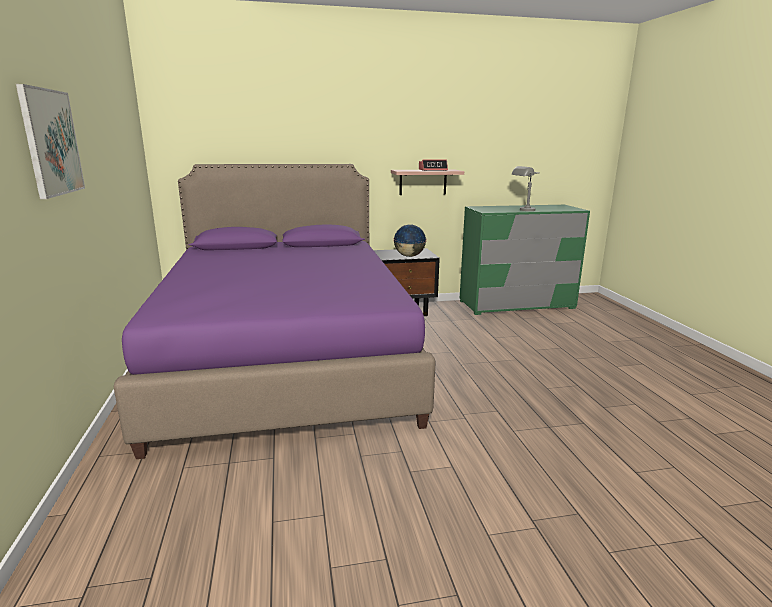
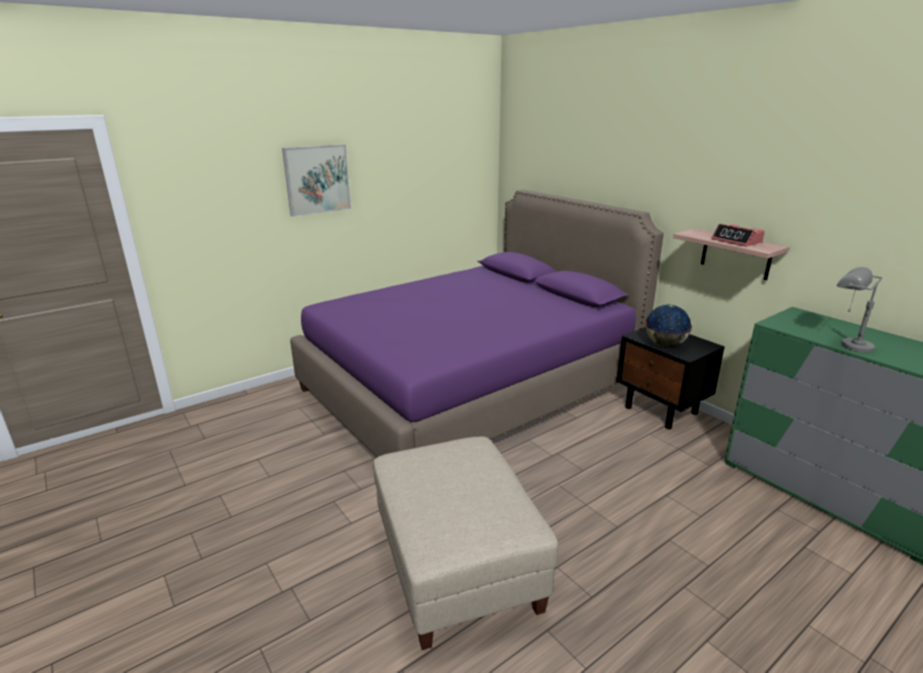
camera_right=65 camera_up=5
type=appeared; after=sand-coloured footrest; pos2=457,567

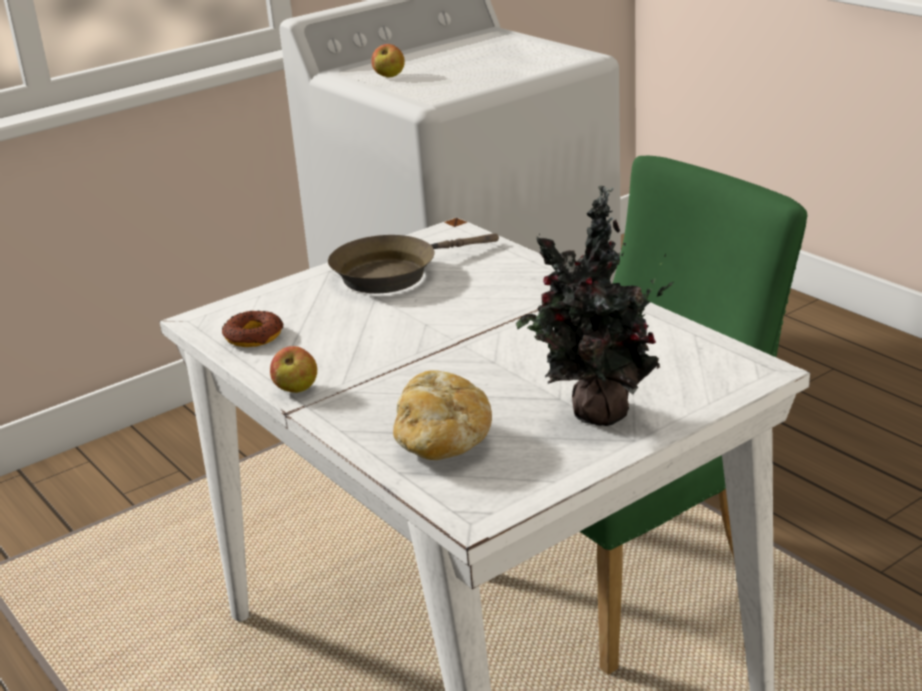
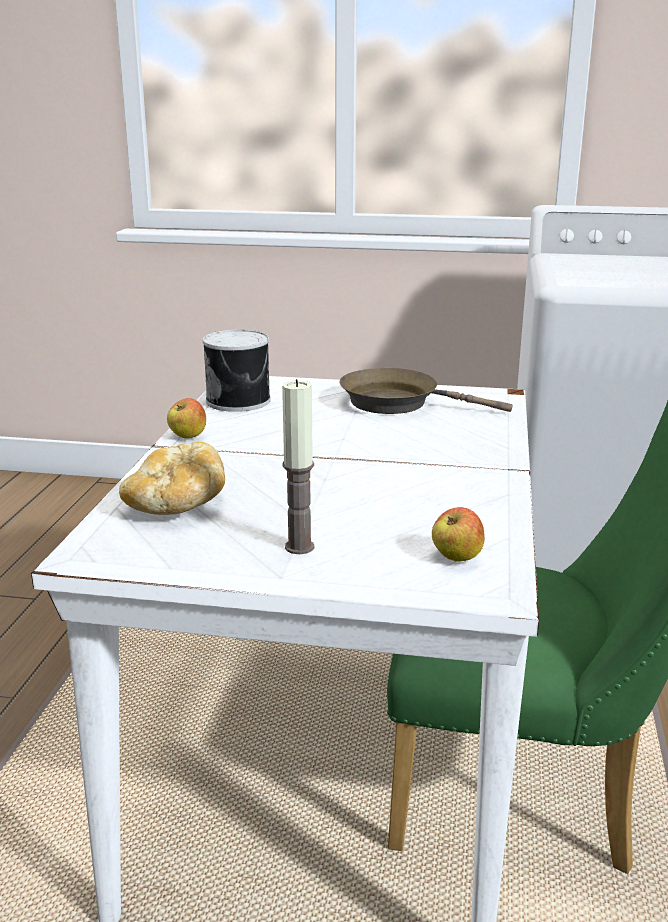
camera_right=45 camera_up=-5
type=relocated; before=apple fruit; pos1=389,76; pos2=457,557
type=exchanged; before=donut; after=metal can; pos1=254,336; pos2=240,400
type=exchanged; before=plant in a pot; after=wax candle; pos1=597,415; pos2=299,547

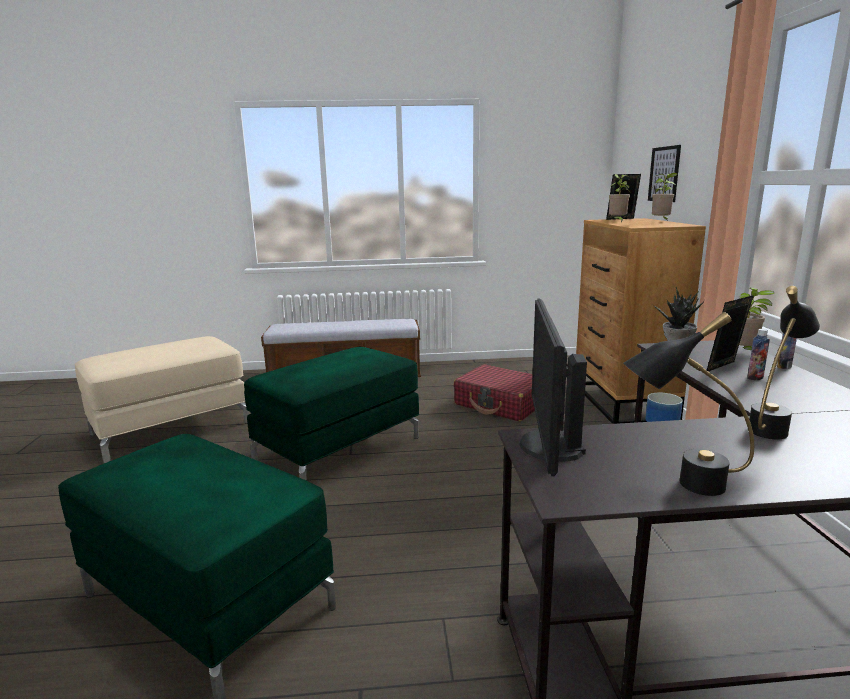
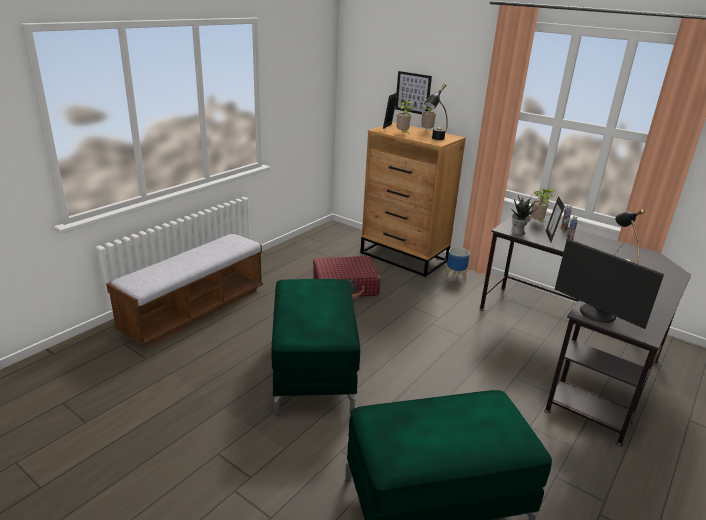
camera_right=-50 camera_up=10
type=missing; before=sand-coloured footrest; pos1=172,428
type=relocated; before=blackish table lamp; pos1=681,485; pos2=434,139

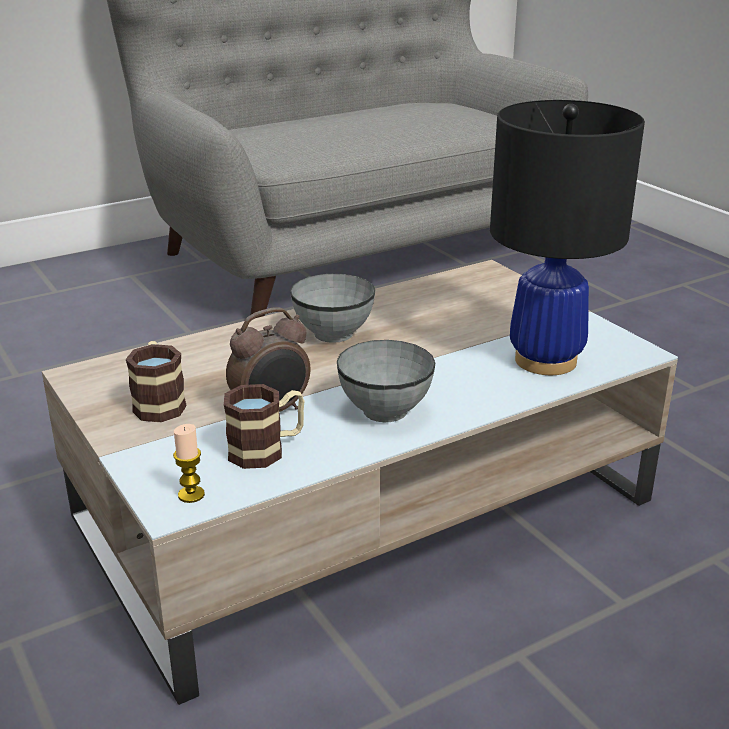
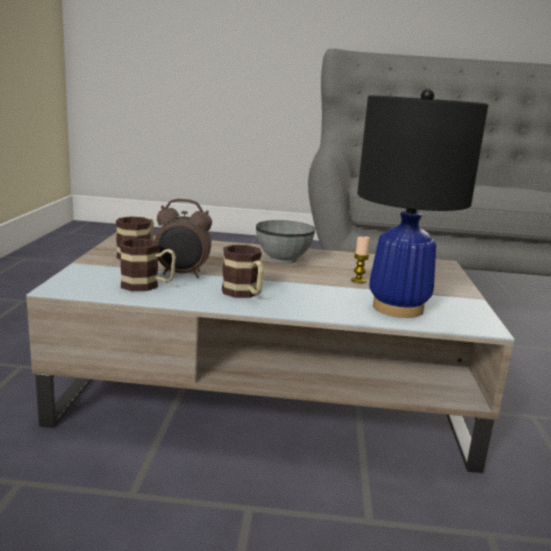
camera_right=35 camera_up=-10
type=relocated; before=wax candle; pos1=191,495; pos2=358,280
type=exchanged; before=gray serving bowl; after=tea mug; pos1=386,410; pos2=244,294

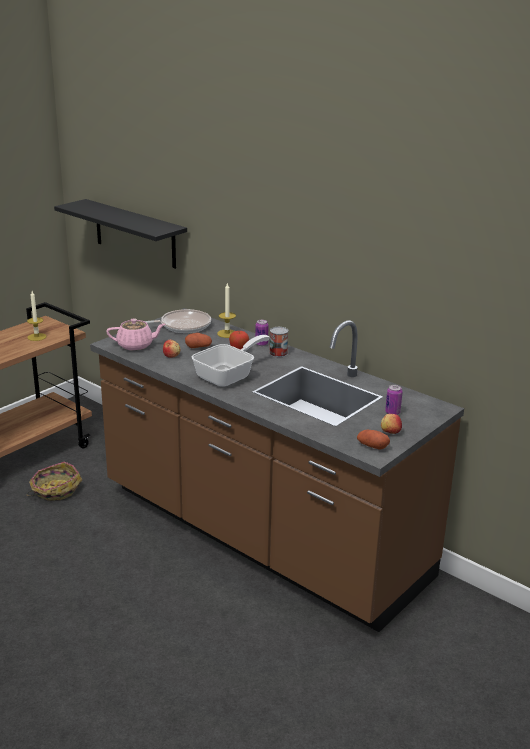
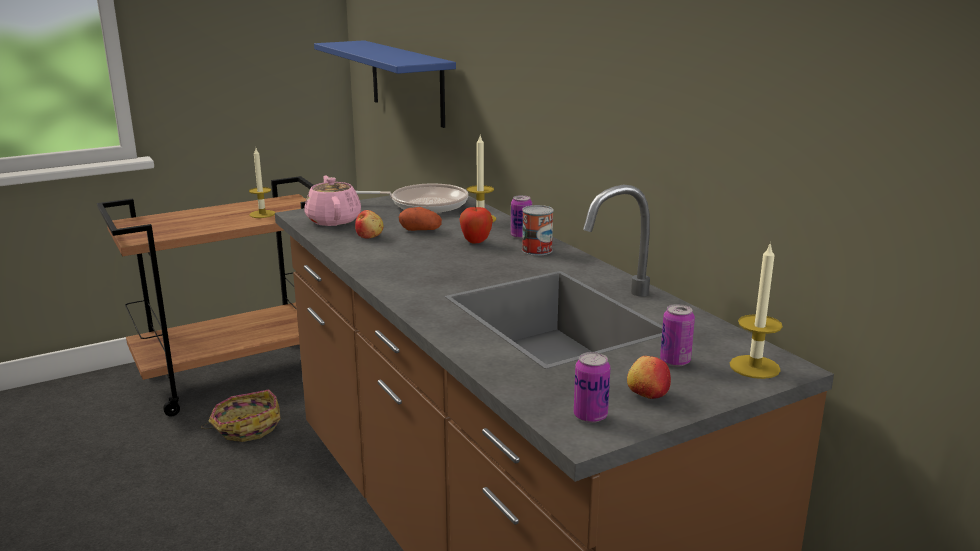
camera_right=20 camera_up=-5
type=missing; before=skillet; pos1=229,376
type=appeared; after=wax candle; pos2=754,367
type=exchanged; before=spud; after=metal can; pos1=372,446; pos2=590,416
type=colour; before=blackish shelf; after=blue-coloured shelf; pos1=135,234; pos2=407,82
type=spun; before=pinkish pot for tea; pos1=136,345; pos2=333,220; turn=-120

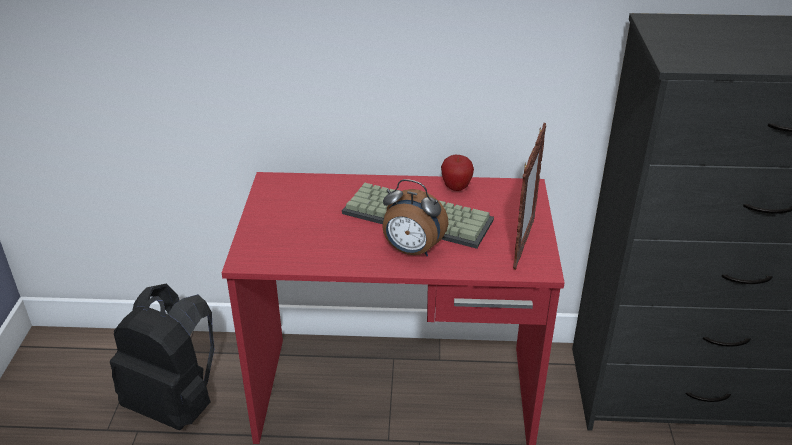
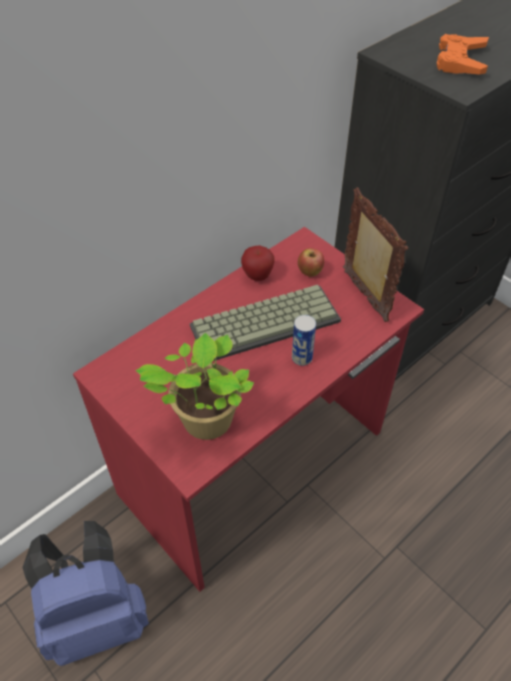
camera_right=-45 camera_up=15
type=appeared; after=plant in a pot; pos2=204,422
type=appeared; after=apple fruit; pos2=310,273
type=appeared; after=orangey game controller; pos2=460,61
type=exchanged; before=bedside clock; after=metal can; pos1=412,251; pos2=302,358
type=colour; before=blackish knapsack; after=blue-coloured knapsack; pos1=175,403; pos2=97,618

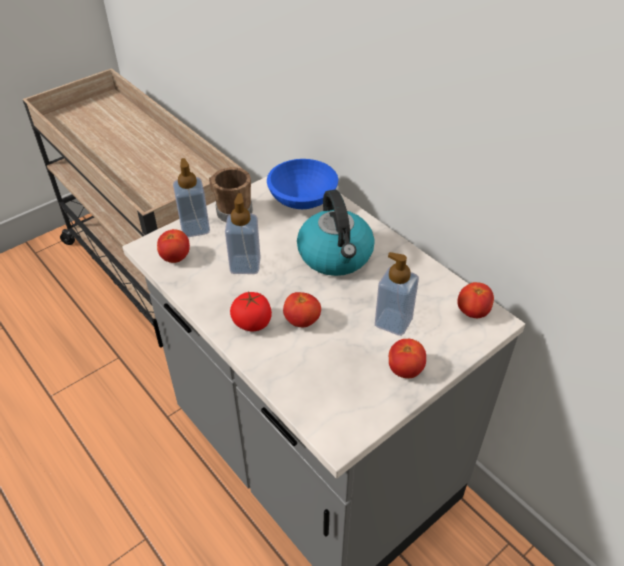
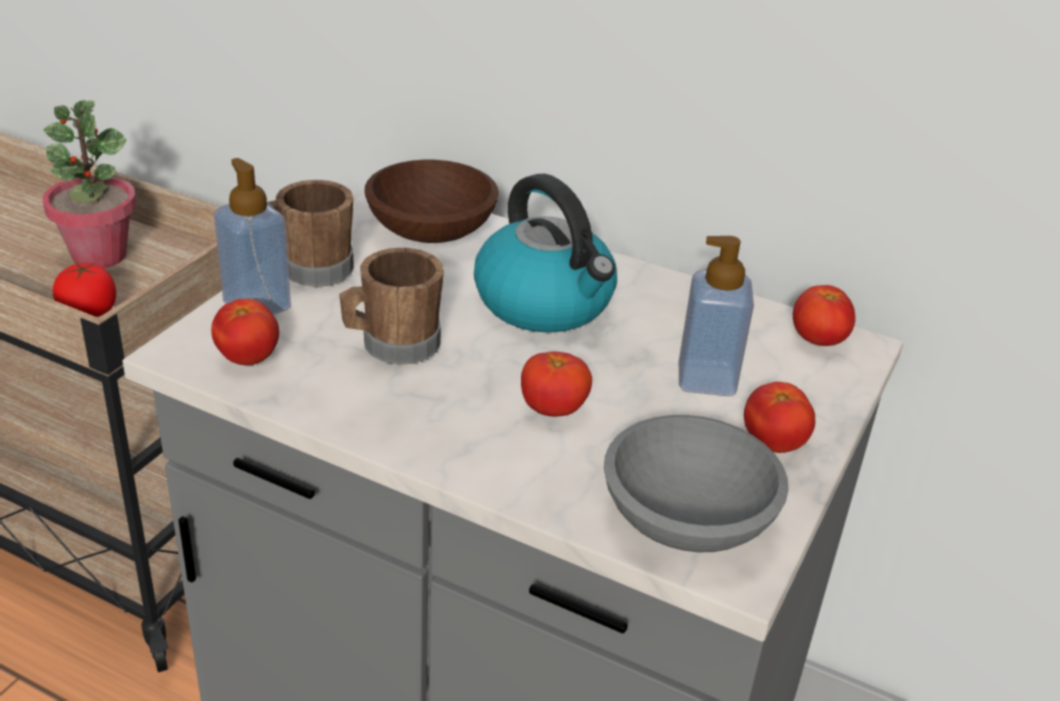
camera_right=-25 camera_up=-10
type=appeared; after=plant in a pot; pos2=99,255
type=appeared; after=gray serving bowl; pos2=686,517
type=relocated; before=fresh tomato; pos1=252,323; pos2=89,311
type=exchanged; before=soap bottle; after=brownish tea mug; pos1=245,265; pos2=392,345
type=colour; before=blue-coloured serving bowl; after=brownish serving bowl; pos1=302,200; pos2=431,232

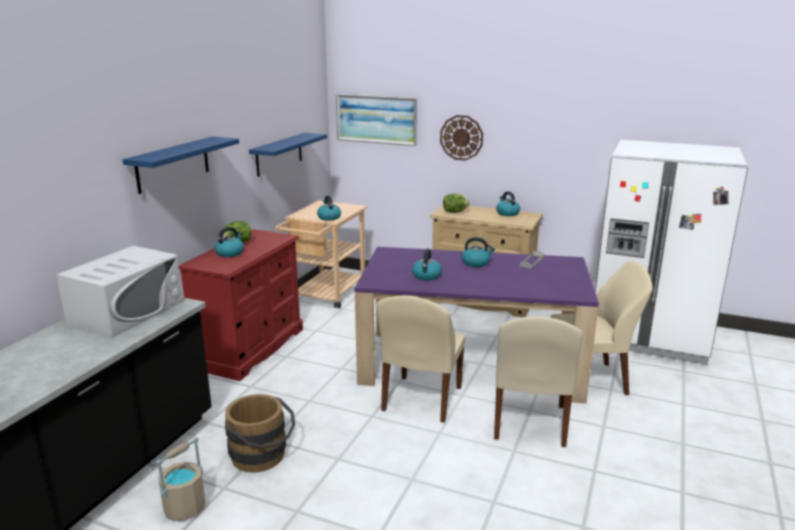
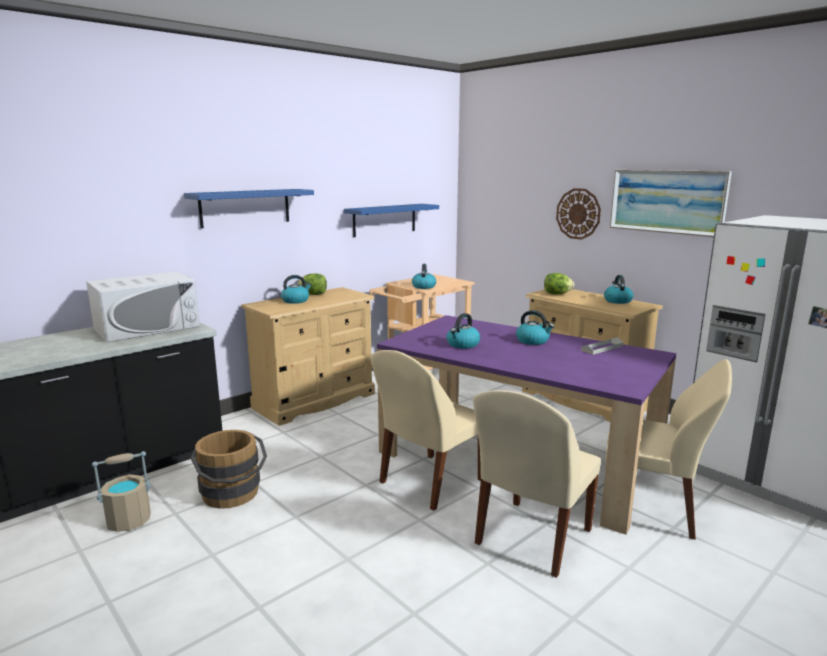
camera_right=25 camera_up=-5
type=relocated; before=wall picture; pos1=376,119; pos2=667,201
type=colour; before=red dresser; after=sand-coloured dresser; pos1=251,348; pos2=315,401

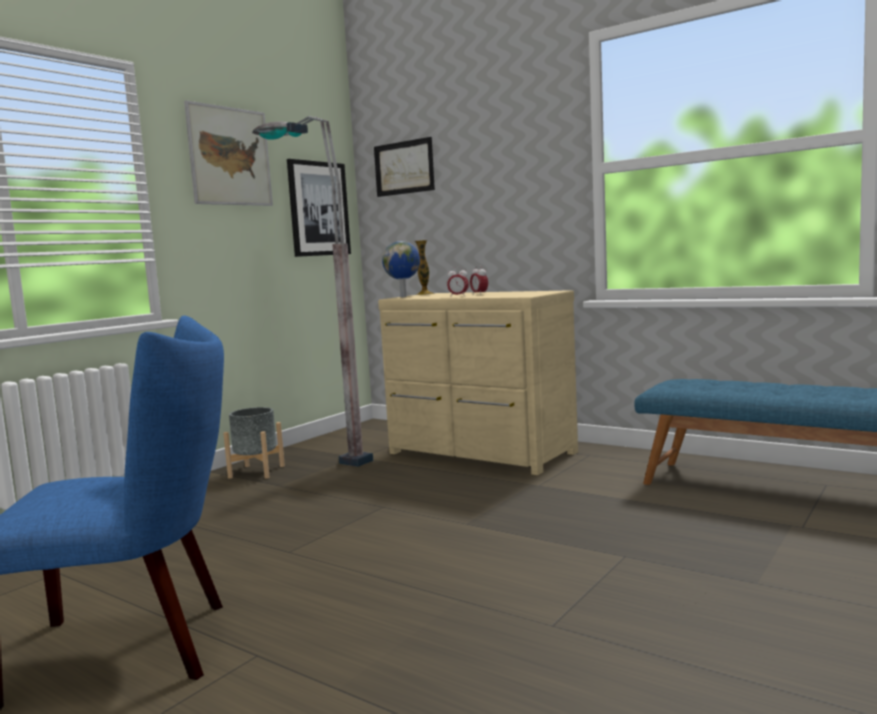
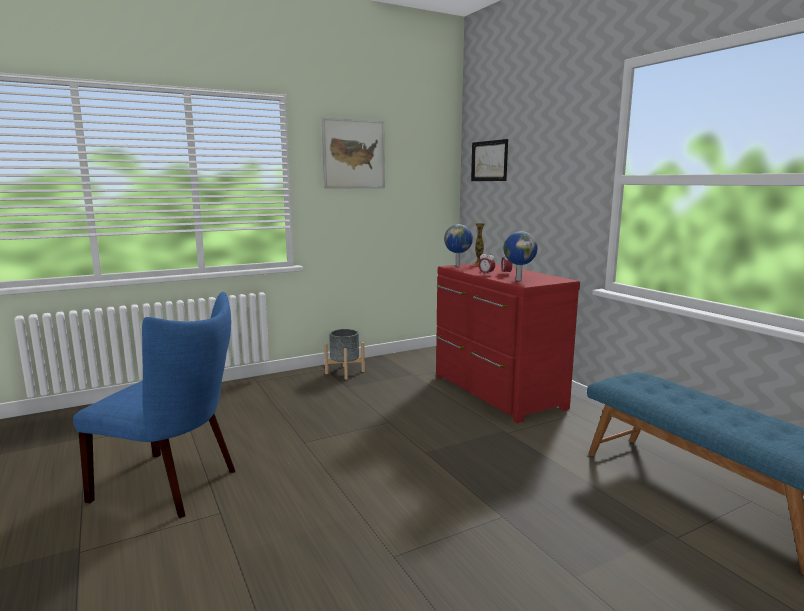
camera_right=25 camera_up=5
type=missing; before=gray floor lamp; pos1=320,456
type=missing; before=wall picture; pos1=318,209
type=appeared; after=globe; pos2=518,280
type=colour; before=sand-coloured dresser; after=red dresser; pos1=480,454; pos2=495,392

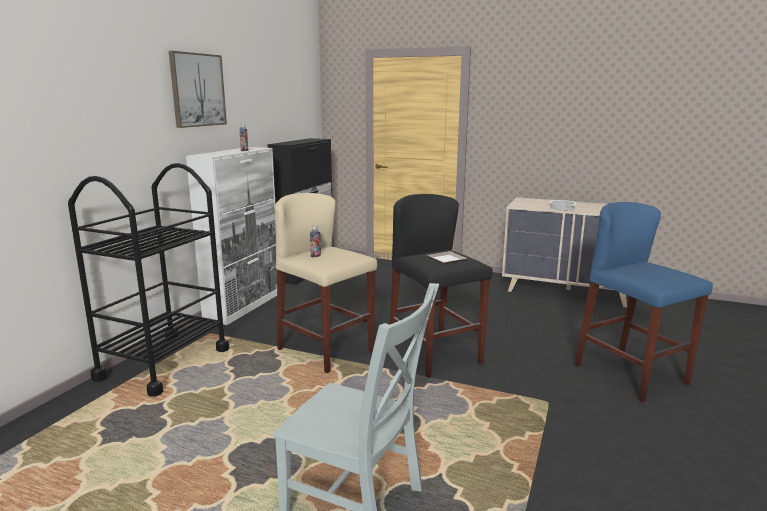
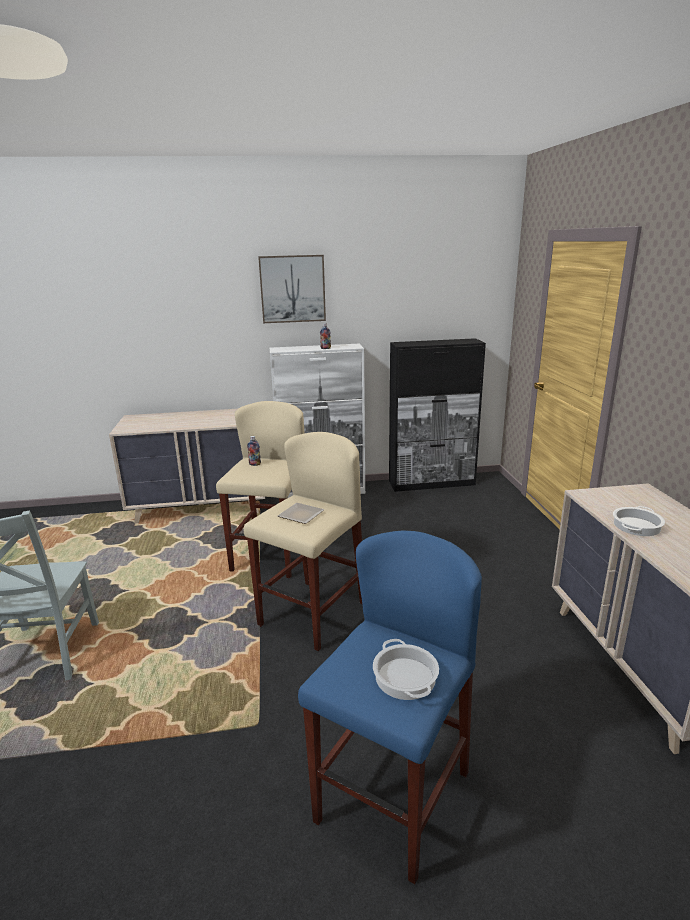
camera_right=60 camera_up=5
type=appeared; after=saucepot; pos2=406,677
type=exchanged; before=blackish wheeled cart; after=sand-coloured dresser; pos1=164,364; pos2=201,507
type=colour; before=blackish sitting stool; after=sand-coloured sitting stool; pos1=434,355; pos2=312,614

